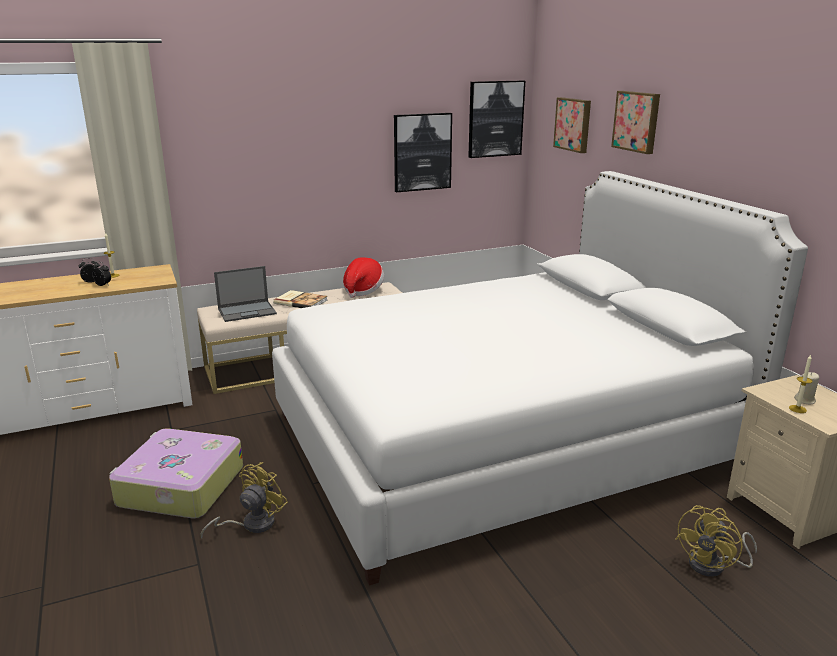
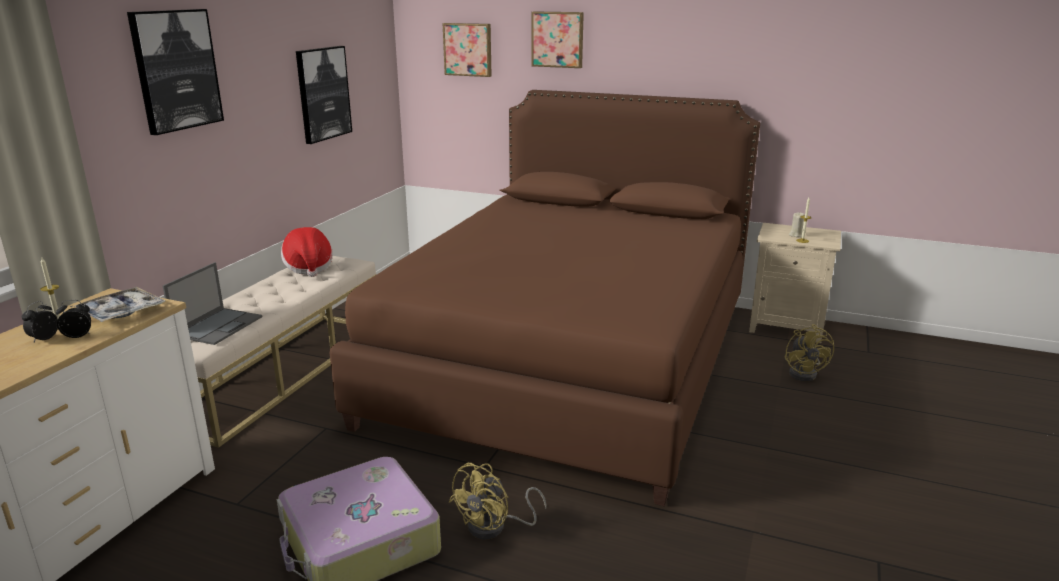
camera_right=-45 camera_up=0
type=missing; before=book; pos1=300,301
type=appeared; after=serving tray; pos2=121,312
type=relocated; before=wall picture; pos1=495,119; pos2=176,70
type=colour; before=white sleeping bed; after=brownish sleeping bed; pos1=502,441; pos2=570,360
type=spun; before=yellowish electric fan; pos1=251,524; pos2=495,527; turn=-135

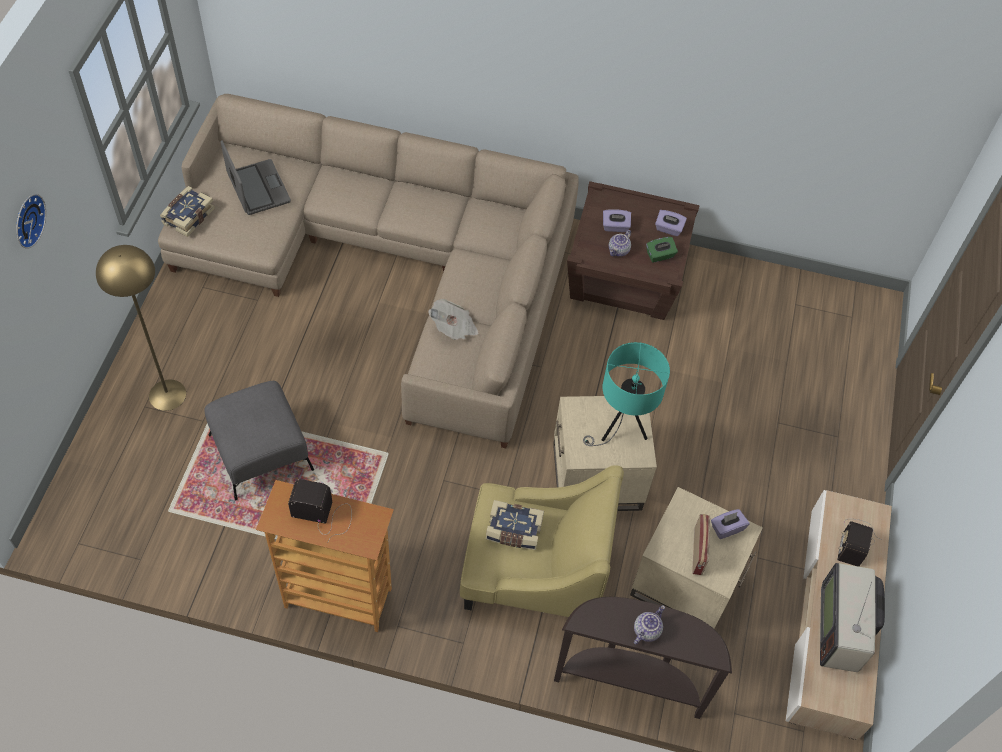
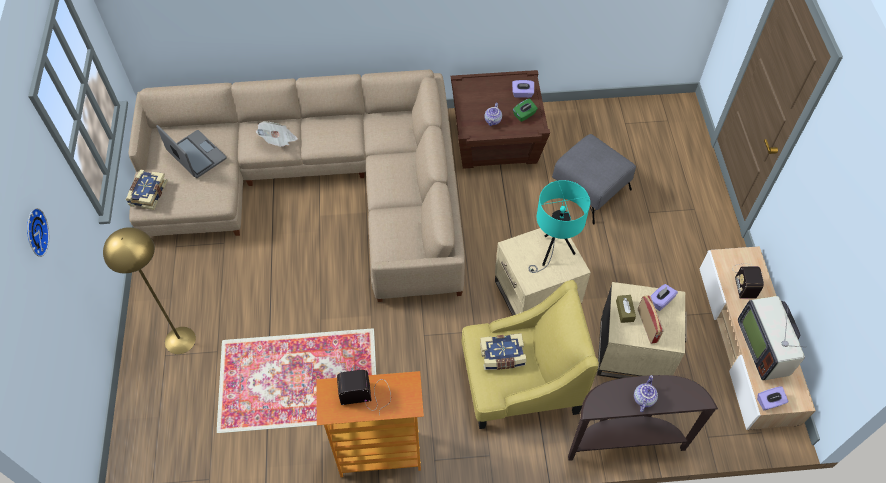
camera_right=-15 camera_up=0
type=appeared; after=brownish box of tissues; pos2=624,311
type=relocated; before=gray footrest; pos1=260,453; pos2=590,190
type=relocated; before=printed paper; pos1=454,328; pos2=278,140
type=relocated; before=purple box of tissues; pos1=615,227; pos2=769,402

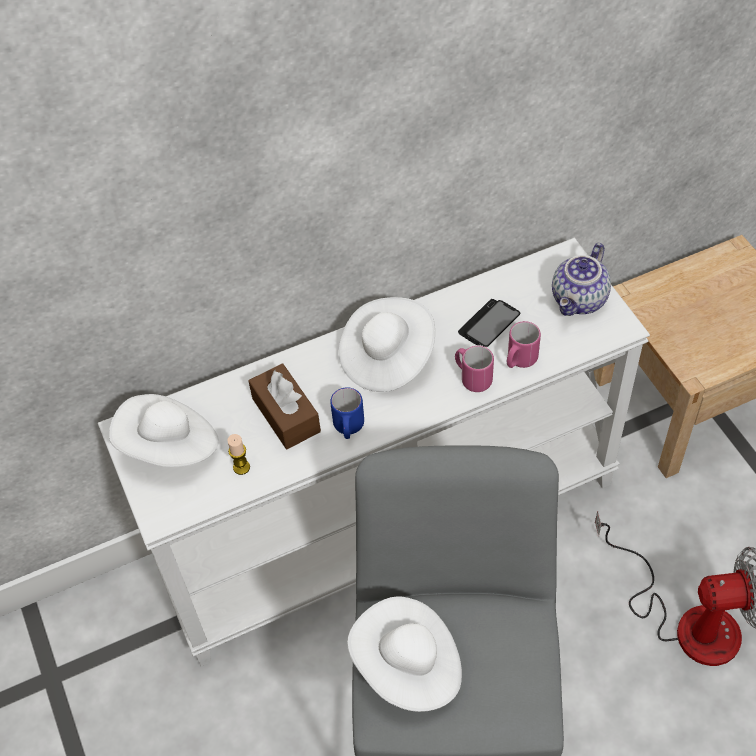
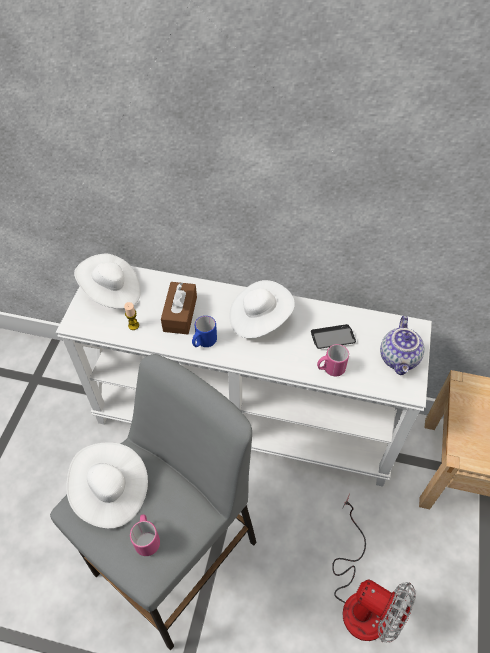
camera_right=35 camera_up=0
type=relocated; before=pinkish tea mug; pos1=472,378; pos2=147,538
type=spun; before=pot for tea; pos1=580,300; pos2=399,359; turn=-60

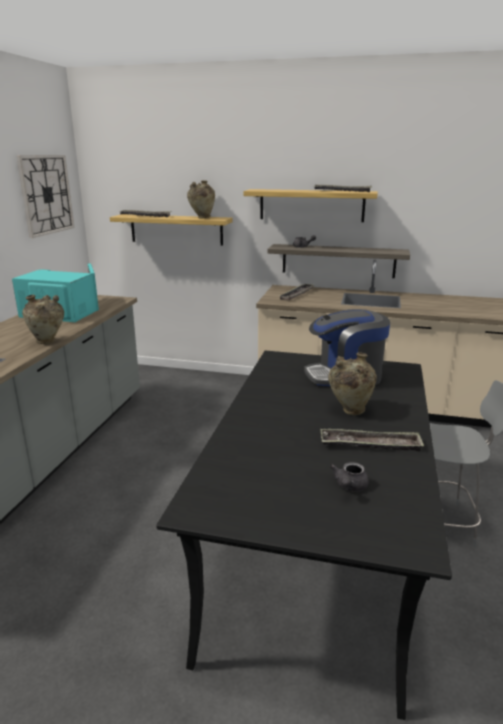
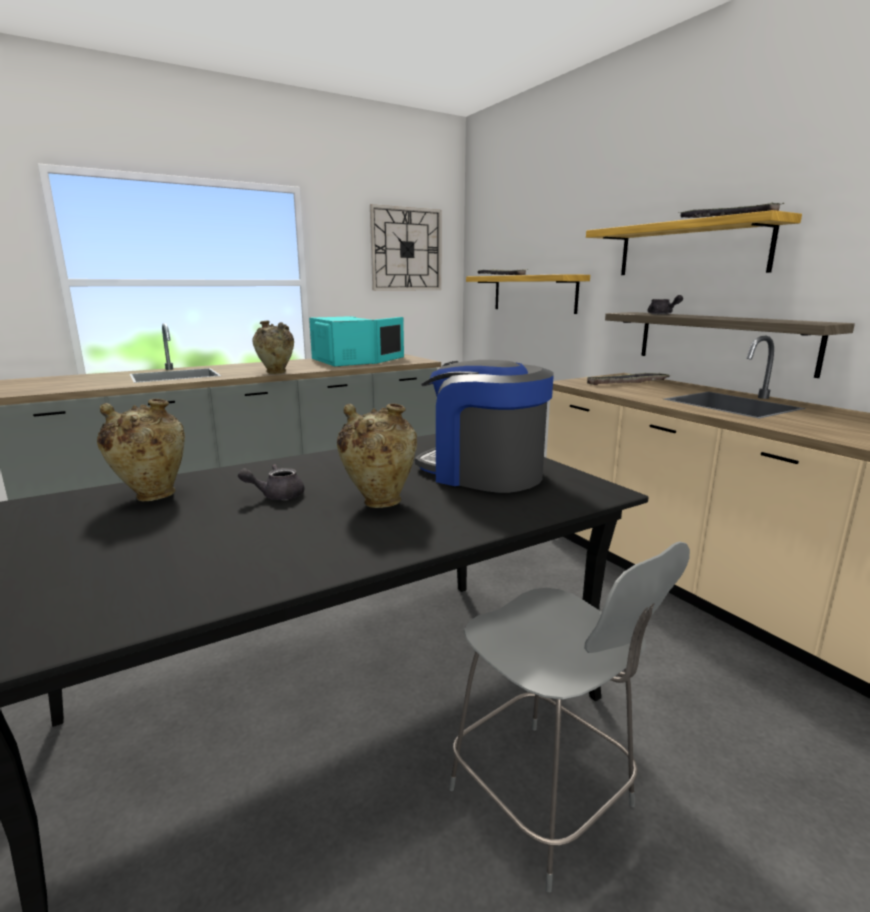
camera_right=45 camera_up=-5
type=missing; before=serving tray; pos1=370,444
type=relocated; before=sand-coloured decorative vase; pos1=202,218; pos2=152,496
type=relocated; before=gray pot for tea; pos1=349,487; pos2=276,495

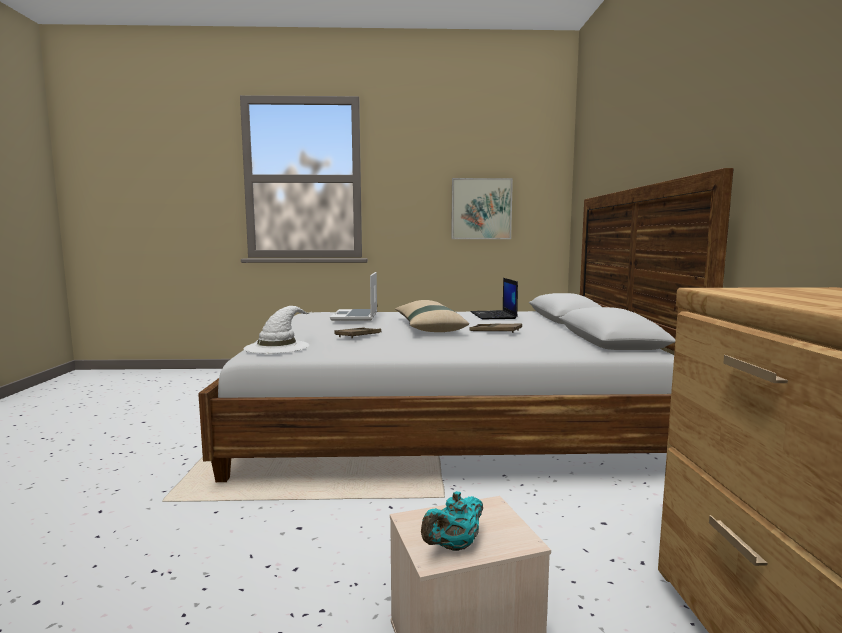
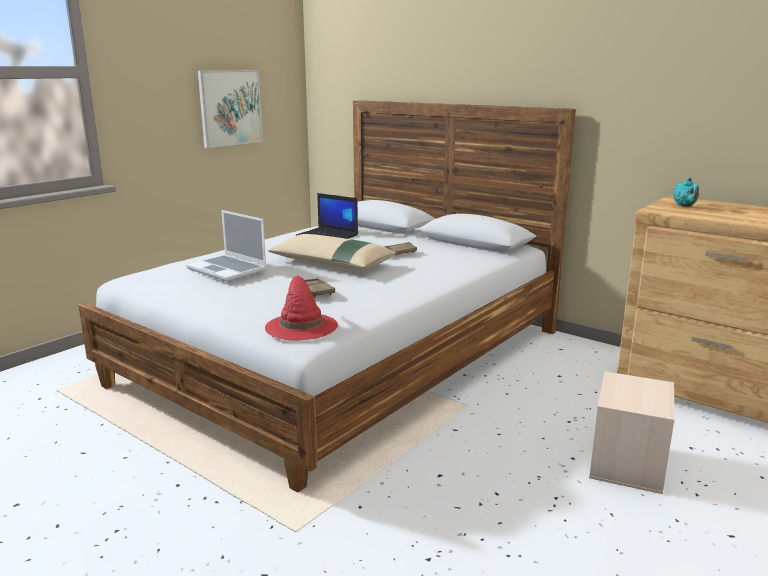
camera_right=-50 camera_up=10
type=relocated; before=blue-green pot for tea; pos1=454,546; pos2=685,206
type=colour; before=white clothing hat; after=red clothing hat; pos1=277,346; pos2=301,325

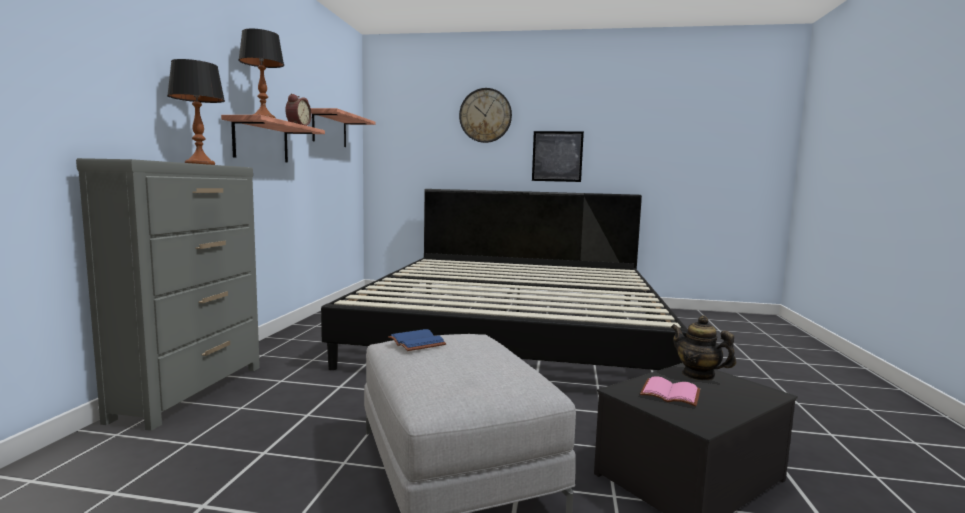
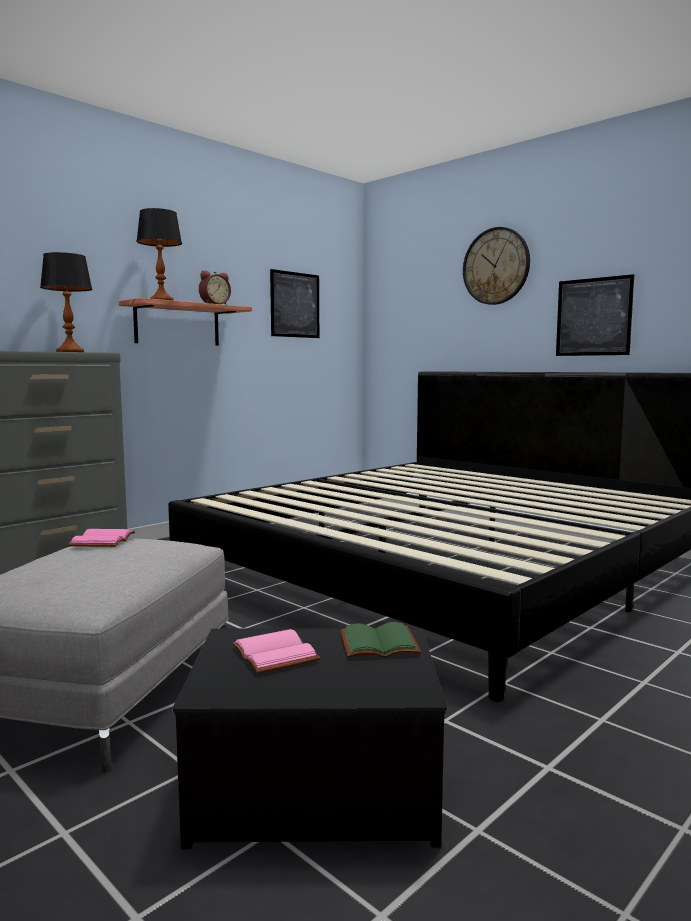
camera_right=35 camera_up=0
type=exchanged; before=shelf; after=wall picture; pos1=329,130; pos2=295,305
type=exchanged; before=pot for tea; after=green book; pos1=698,375; pos2=378,645
type=colour; before=blue-coloured book; after=pinkish book; pos1=415,342; pos2=101,540

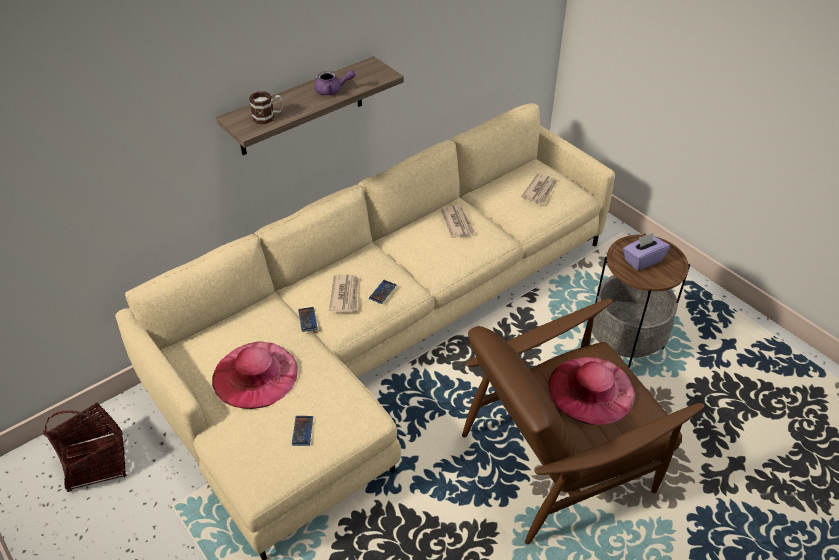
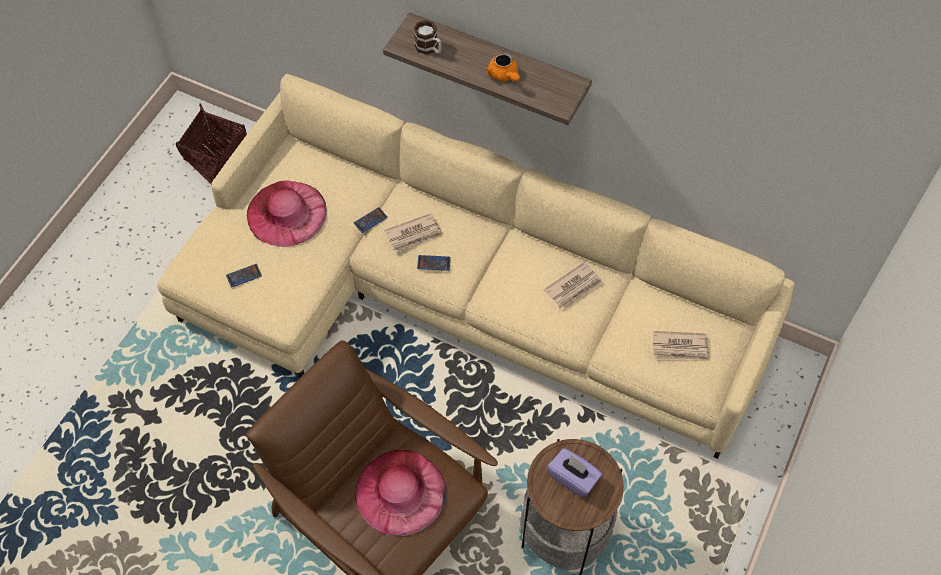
camera_right=65 camera_up=15
type=colour; before=purple pot for tea; after=orangey pot for tea; pos1=333,90; pos2=504,75

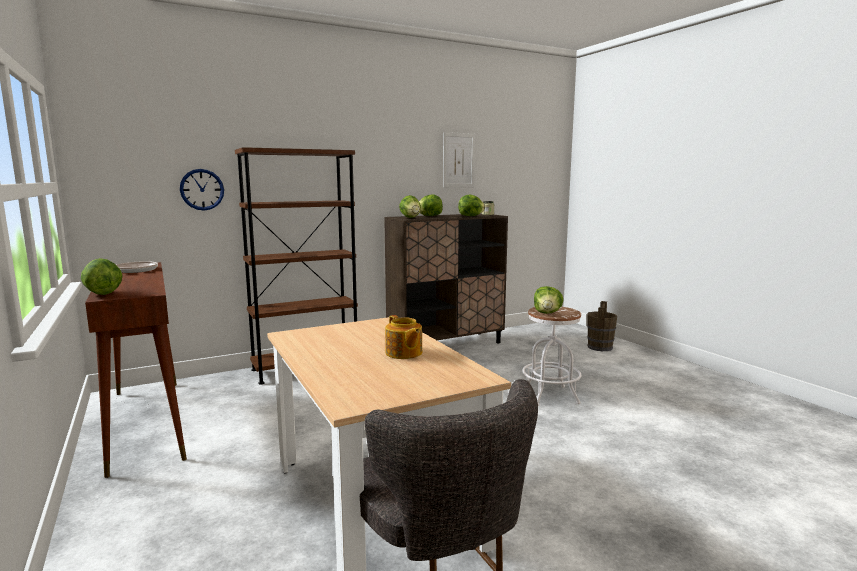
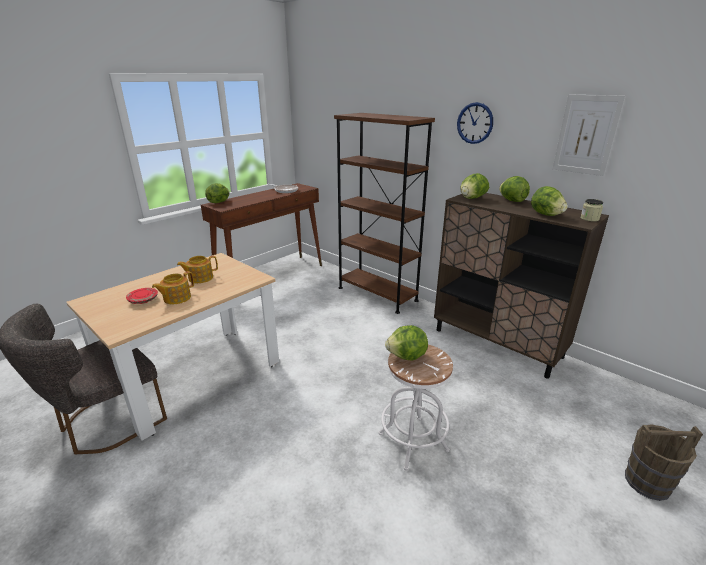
camera_right=70 camera_up=15
type=appeared; after=red flat dish; pos2=143,300
type=appeared; after=pot for tea; pos2=200,278
type=relocated; before=clock on the wall; pos1=202,189; pos2=475,123

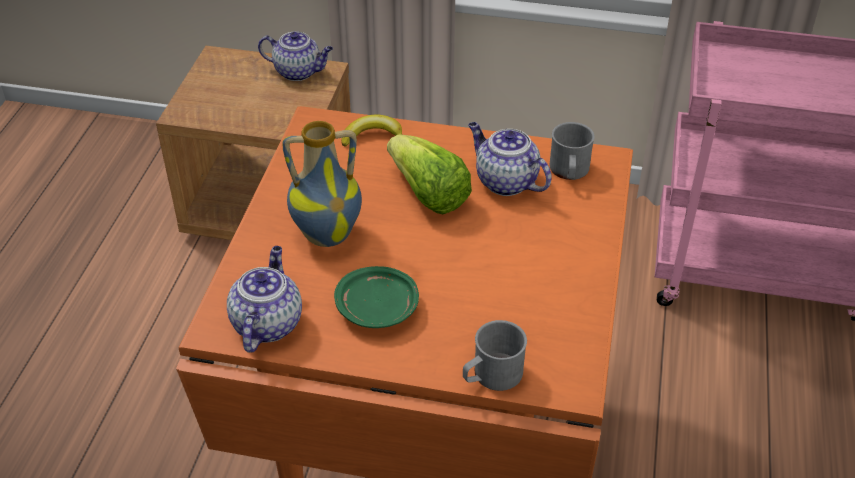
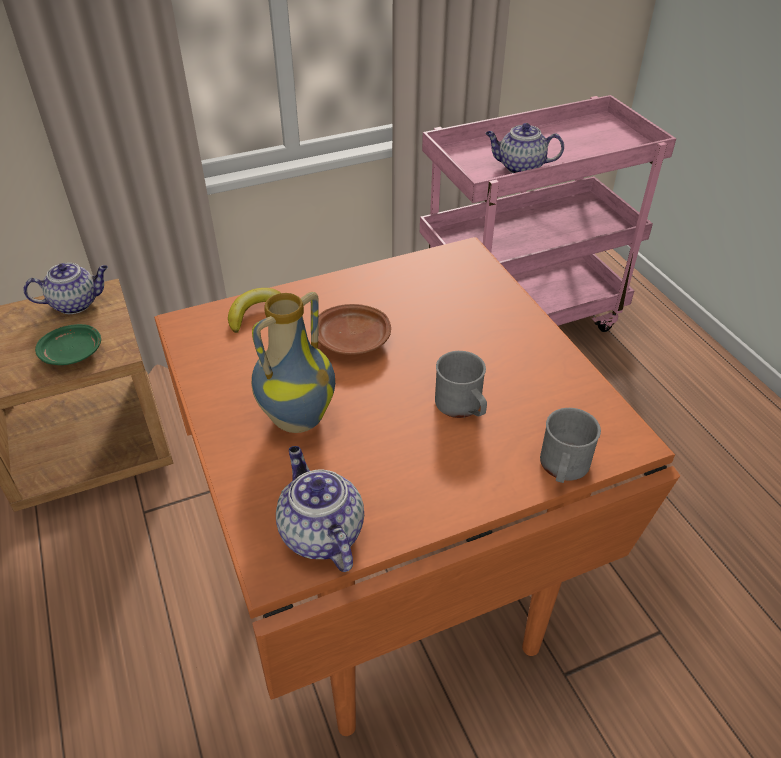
camera_right=-35 camera_up=0
type=relocated; before=green flat dish; pos1=378,308; pos2=73,353
type=relocated; before=pot for tea; pos1=505,181; pos2=520,167
type=relocated; before=gray tea mug; pos1=569,172; pos2=462,407
type=exchanged; before=head of lettuce; after=brownish flat dish; pos1=428,194; pos2=353,340

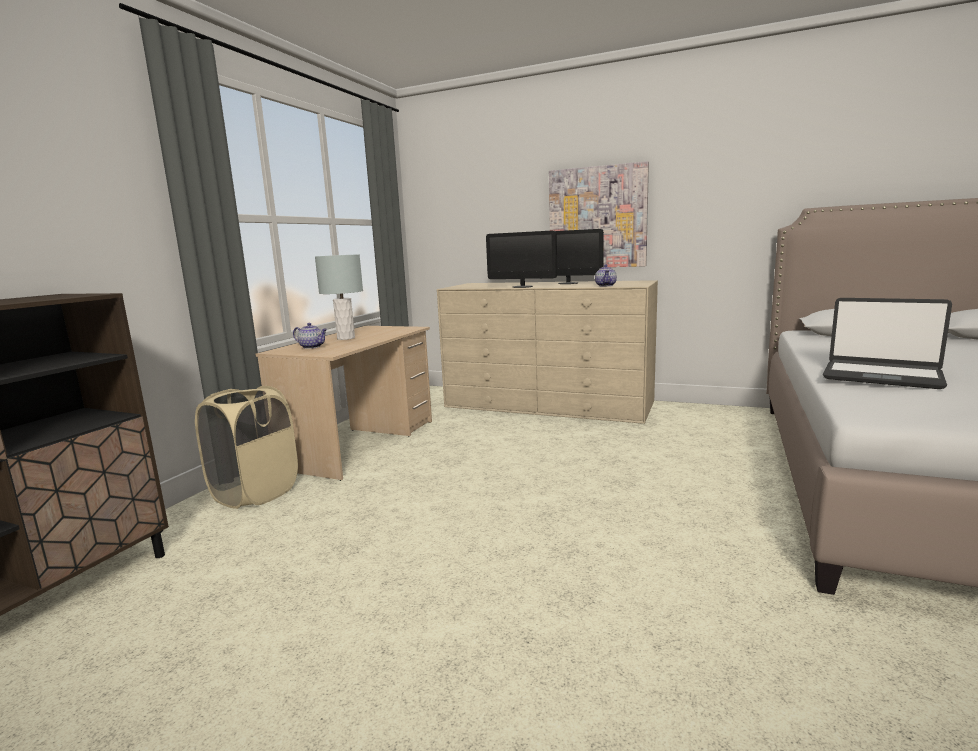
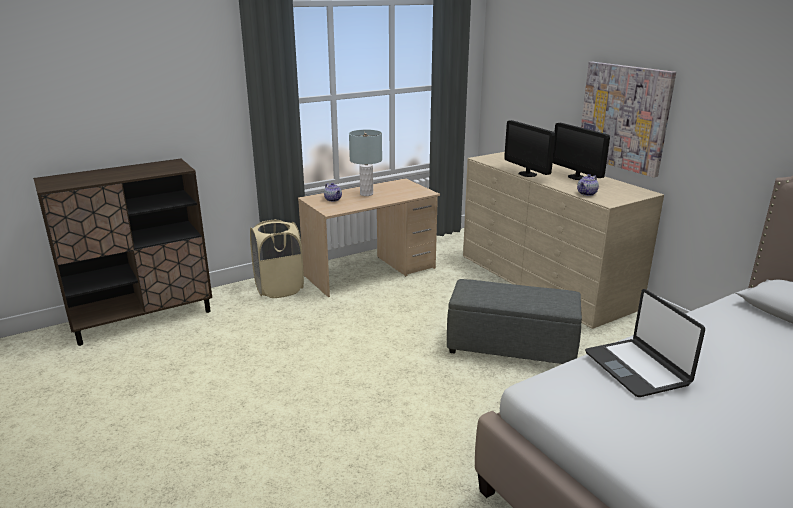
camera_right=35 camera_up=10
type=appeared; after=gray footrest; pos2=512,347

